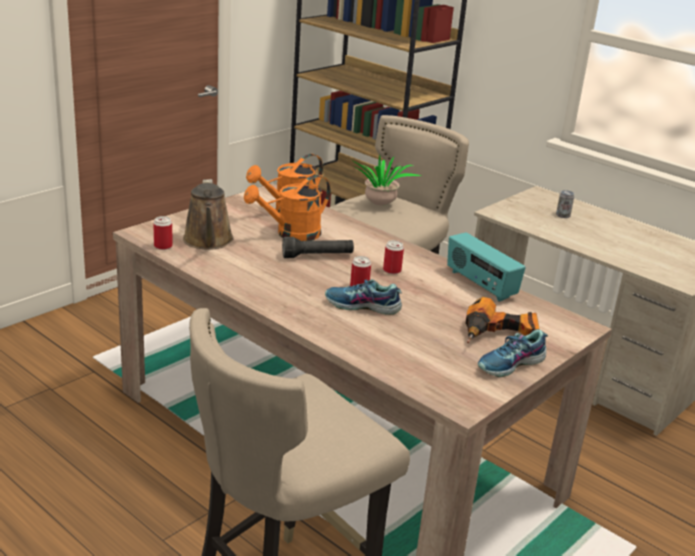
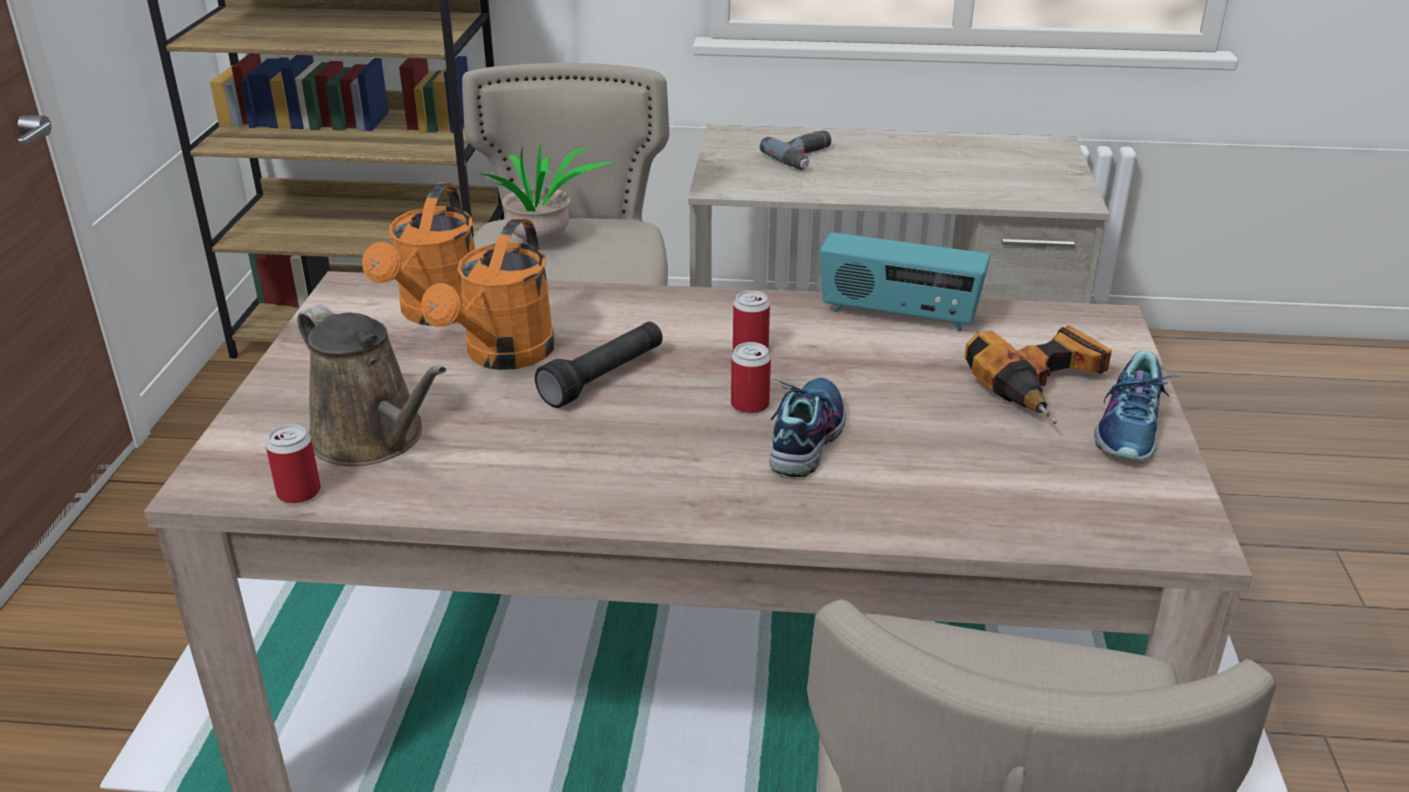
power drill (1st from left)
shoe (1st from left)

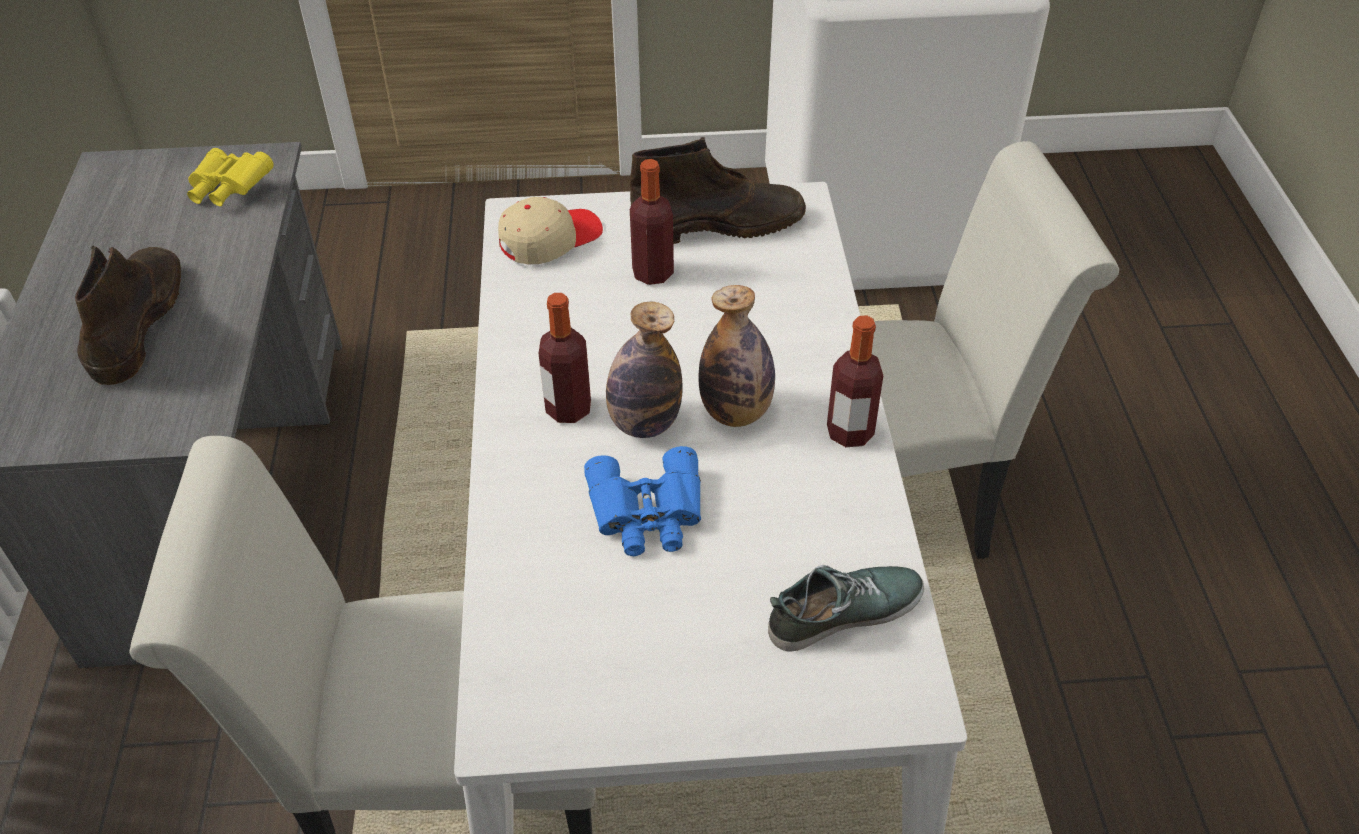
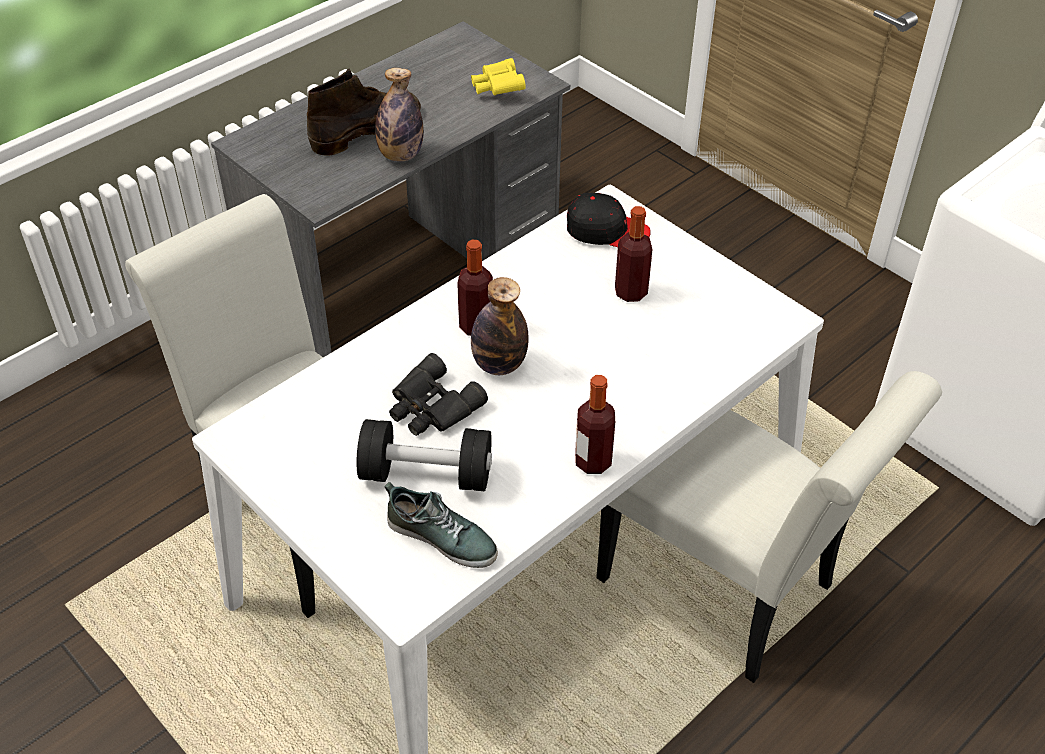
dumbbell in black
bottle (1st from left)
binoculars in black
cap in black
boot in brown (2nd from left in the first image)

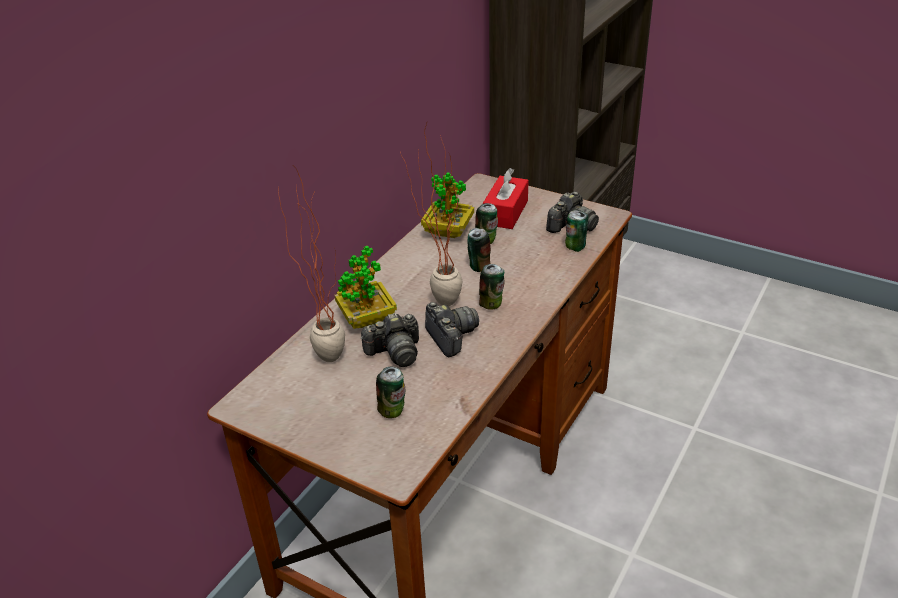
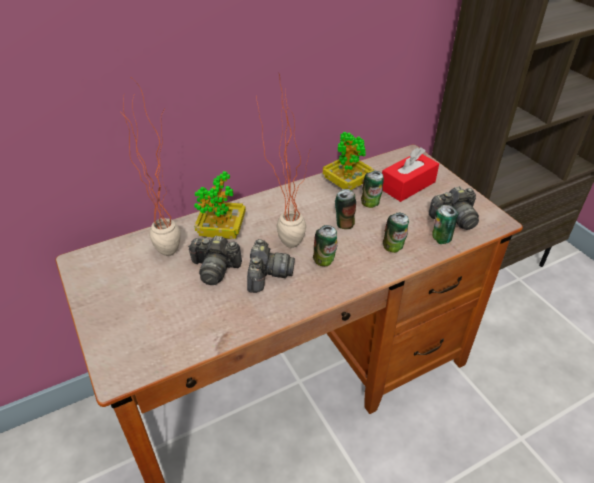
can (4th from left)

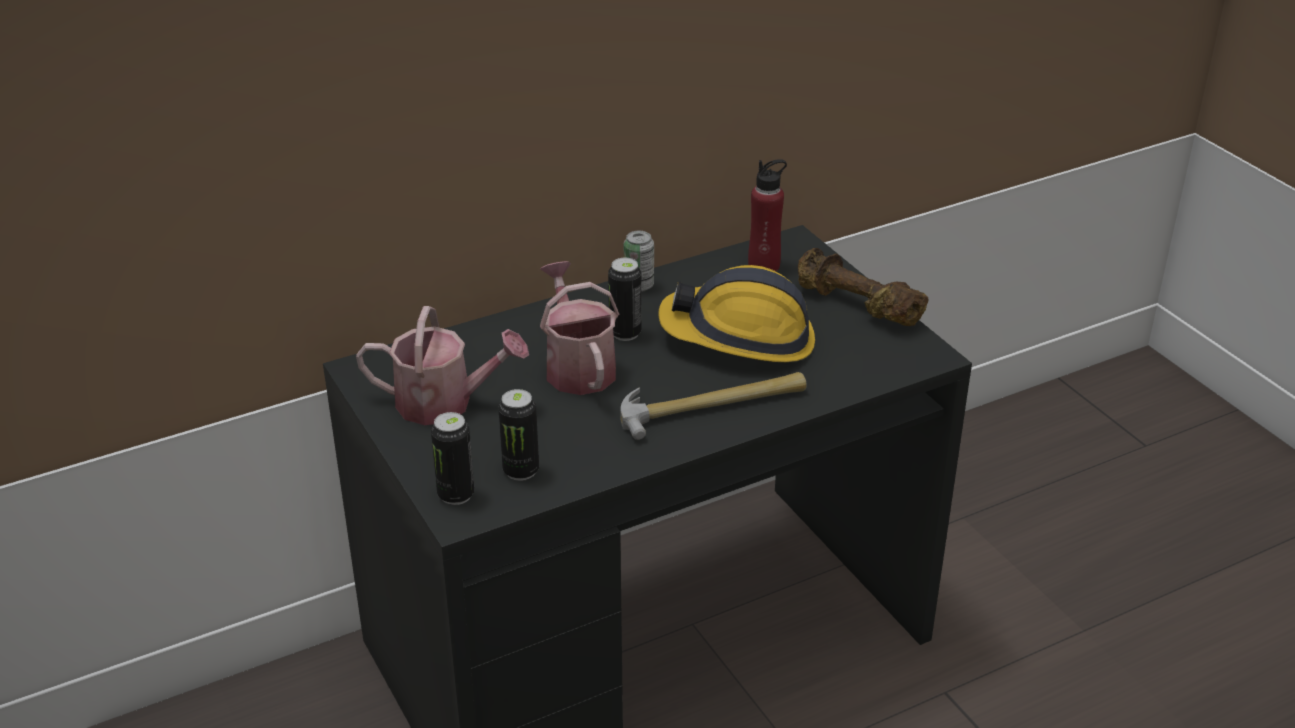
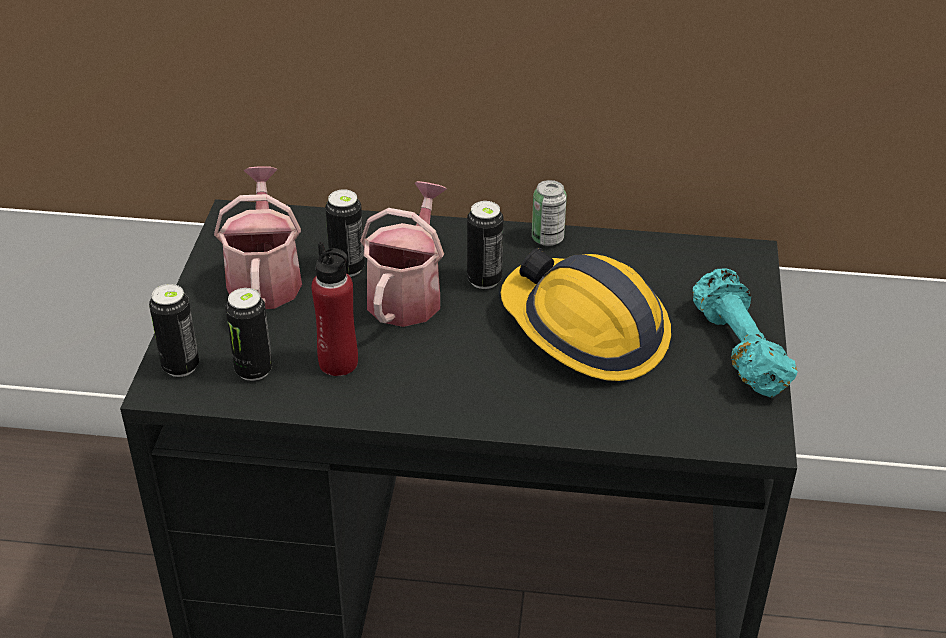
watering can (1st from left)
bottle in red
can (3rd from left)
dumbbell in turquoise
hammer

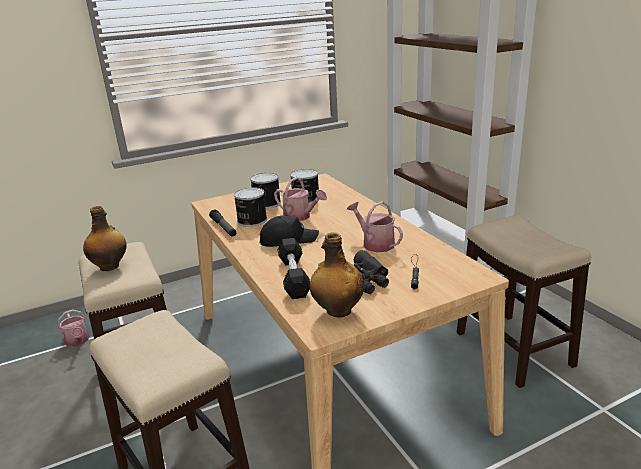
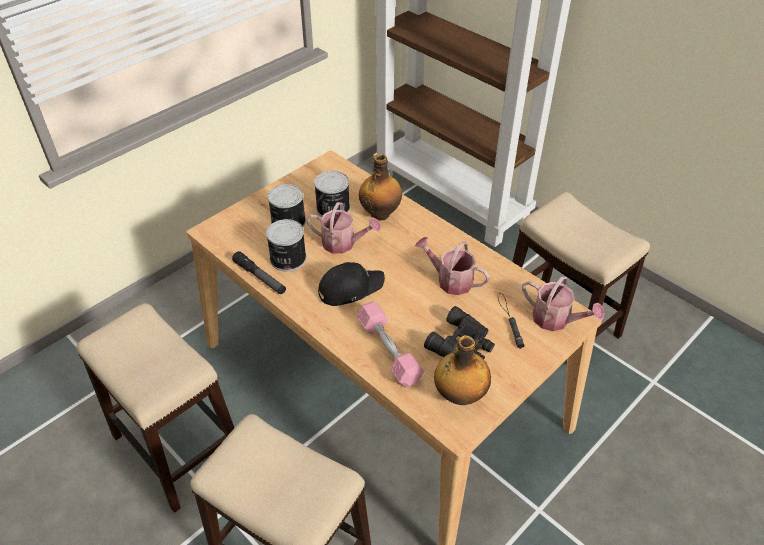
dumbbell in pink
bottle (1st from left)
watering can (3rd from left)

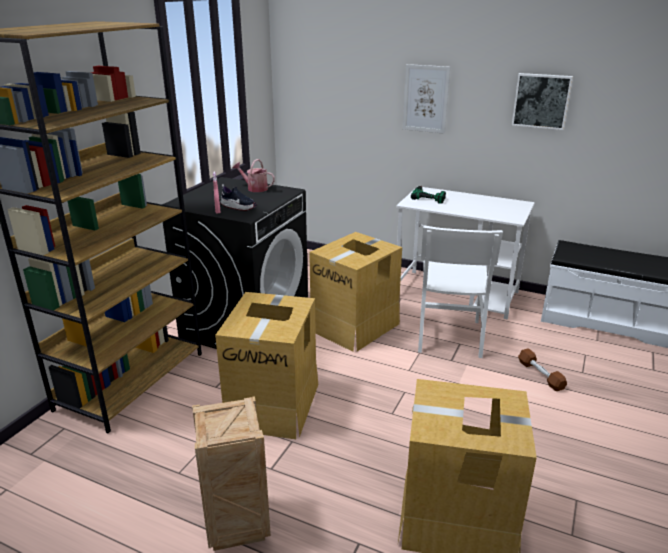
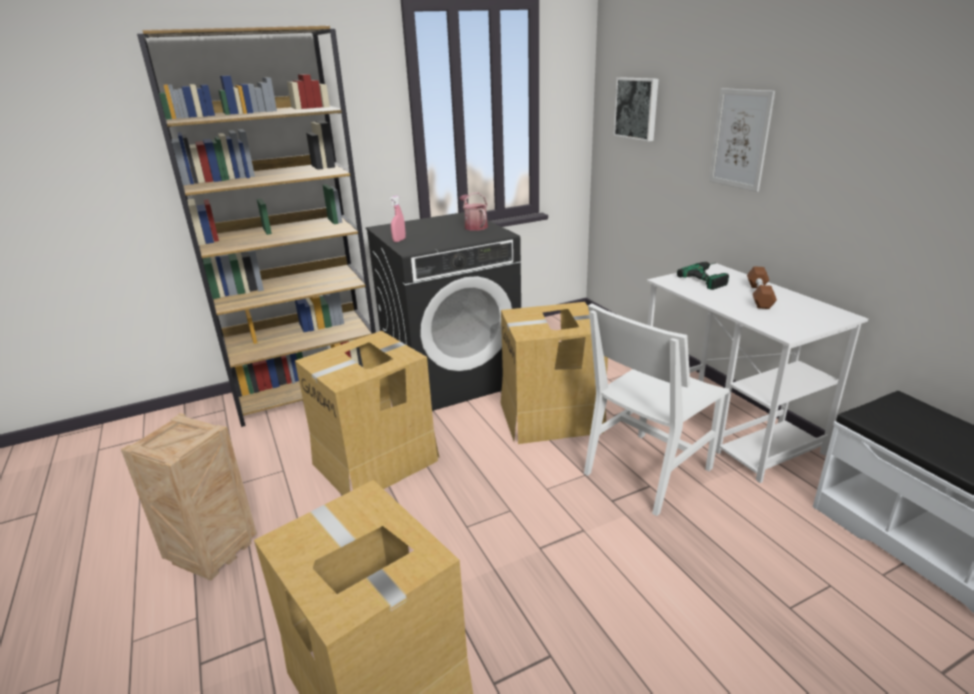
picture (1st from left)
dumbbell in brown
shoe

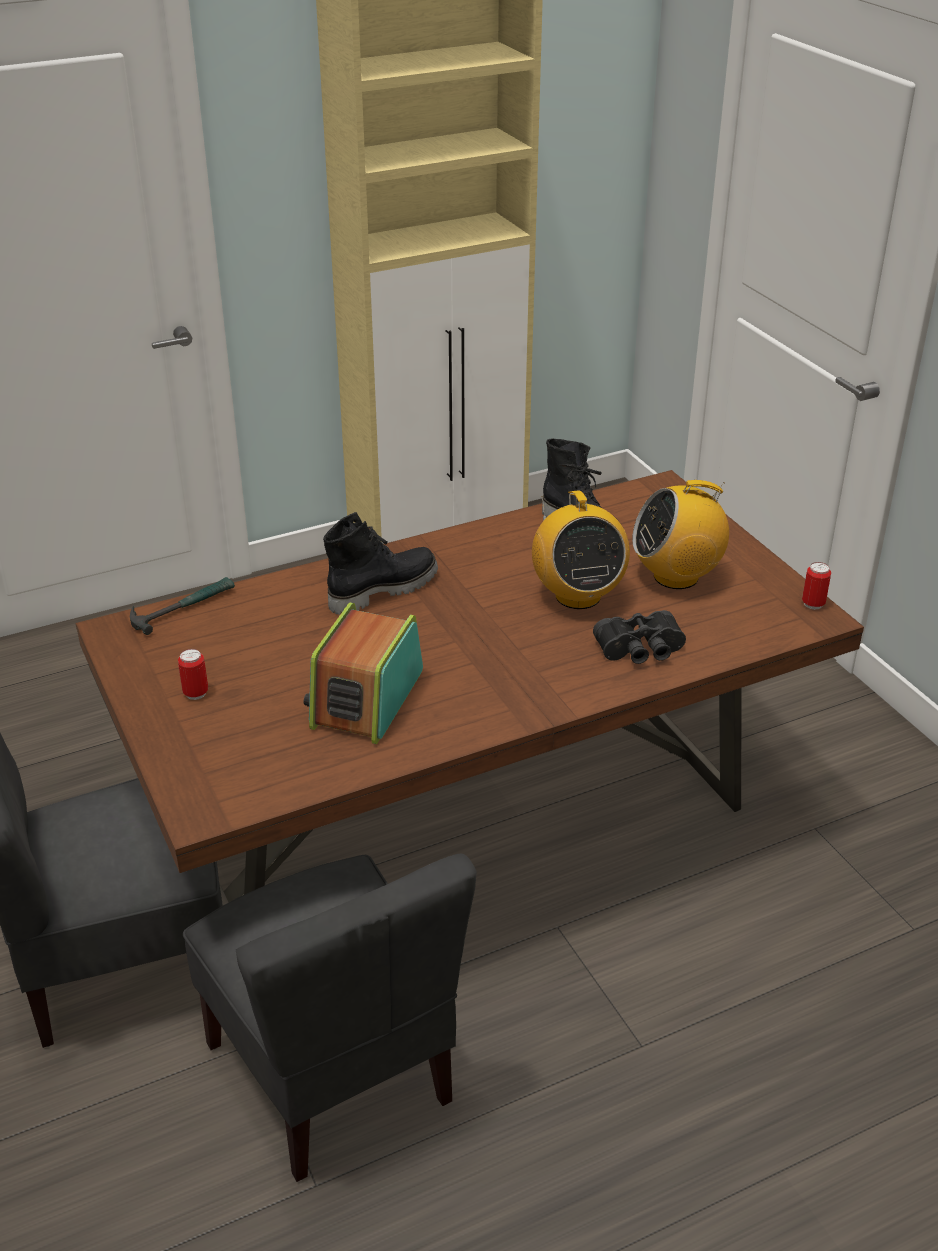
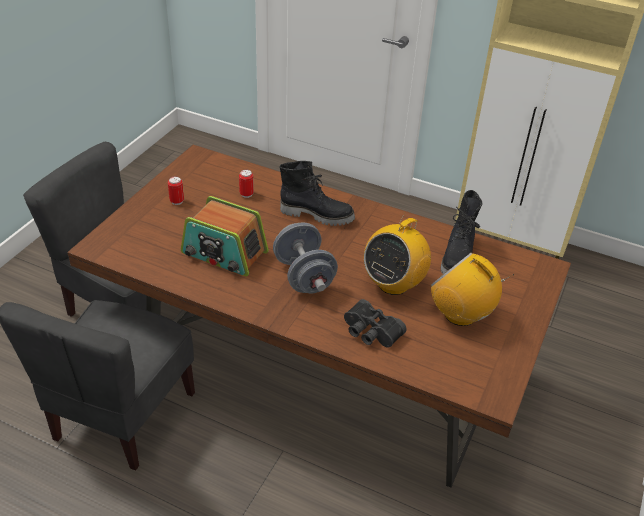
radio (1st from left)
can (2nd from left)
dumbbell in grey
hammer

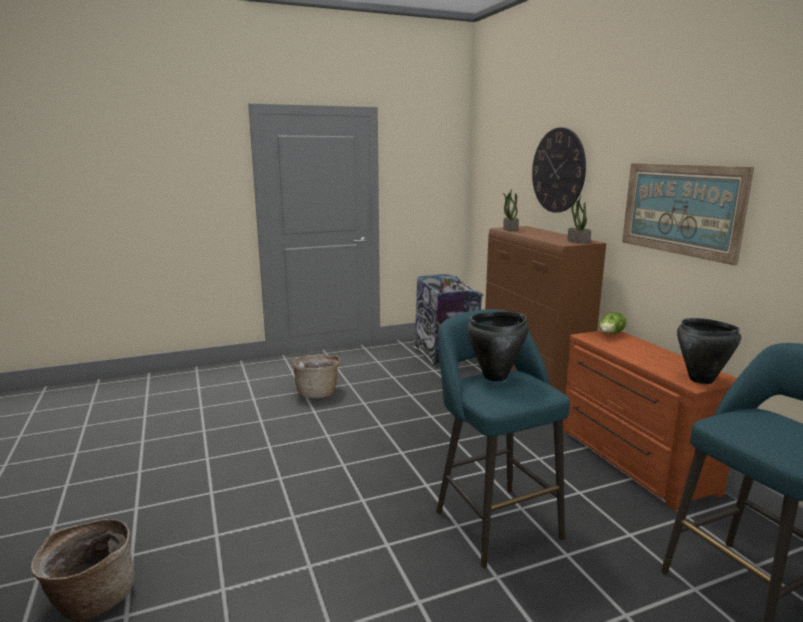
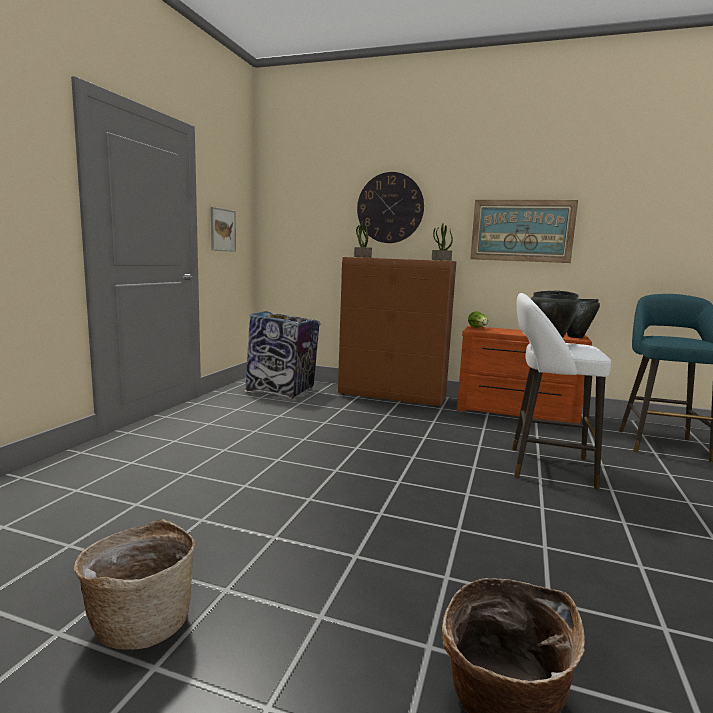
basket (1st from left)
picture (1st from left)
stool in white

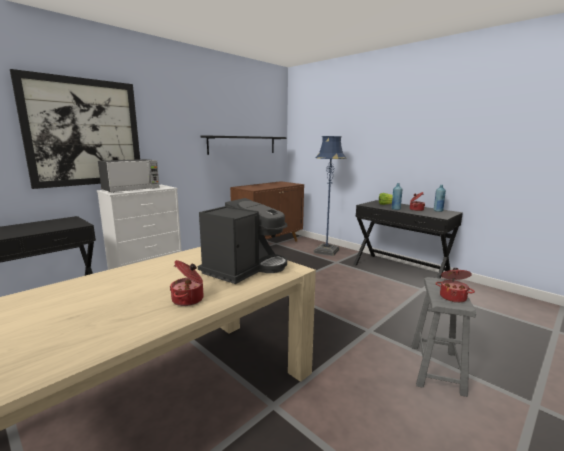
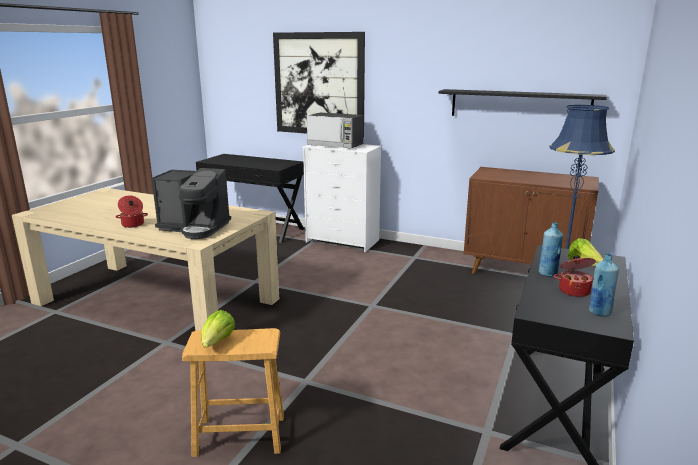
stool in brown
lettuce (1st from left)

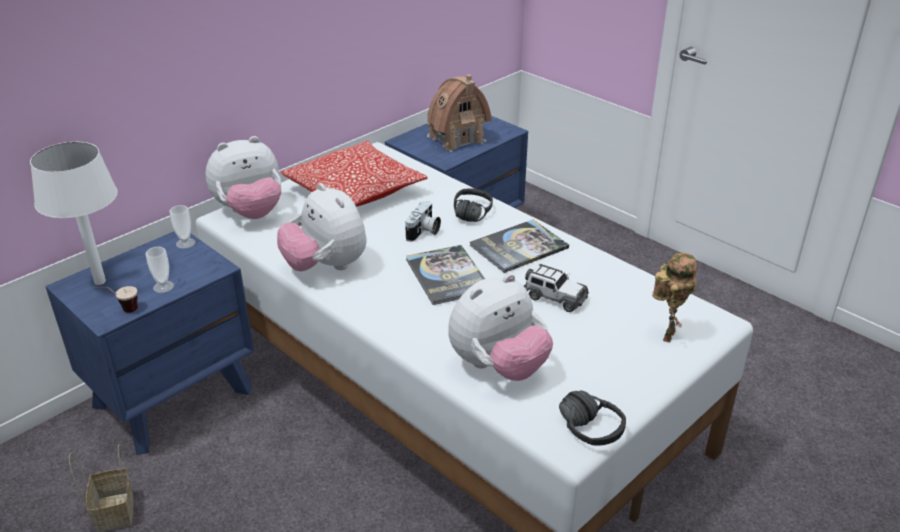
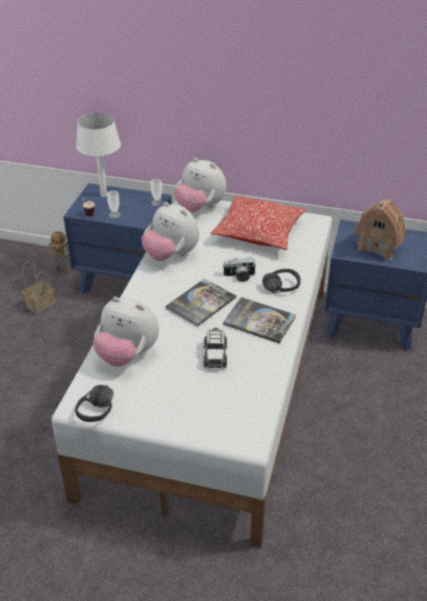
toy robot
plush toy (2nd from left)

